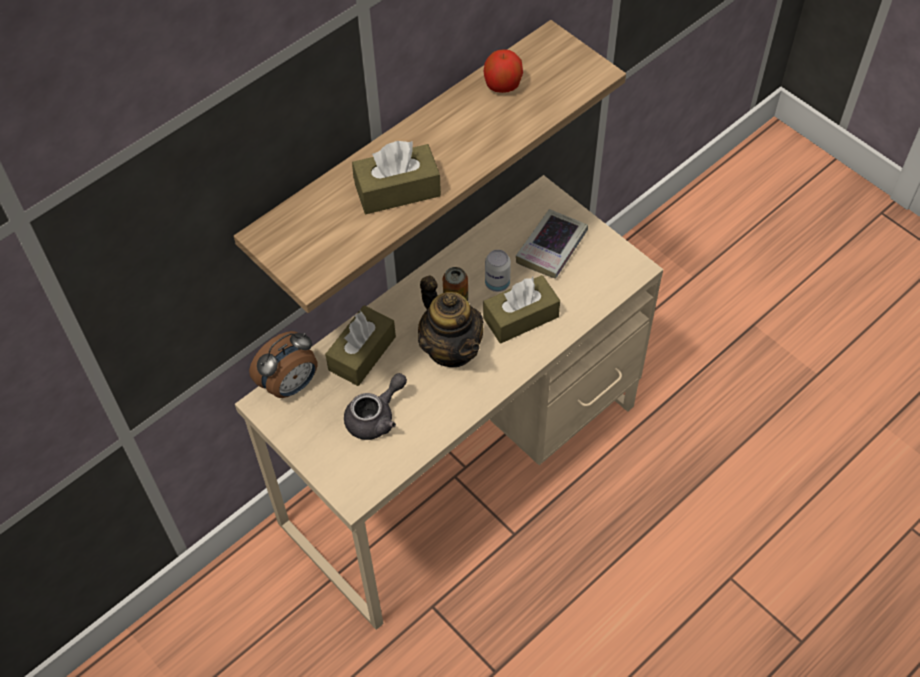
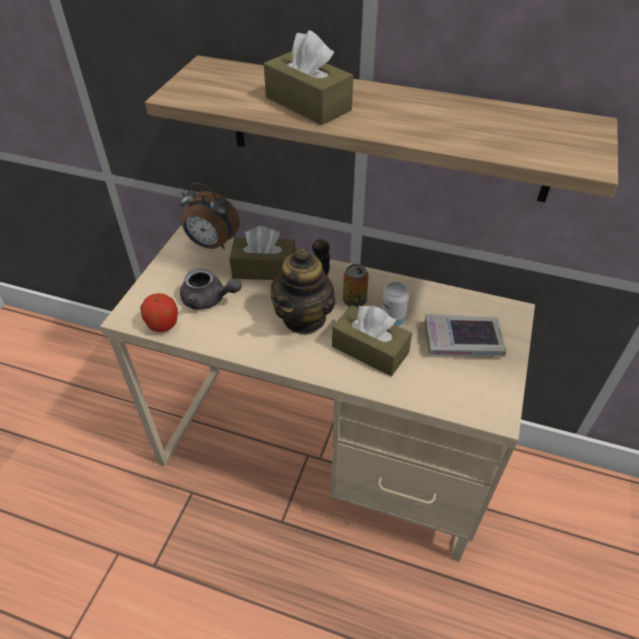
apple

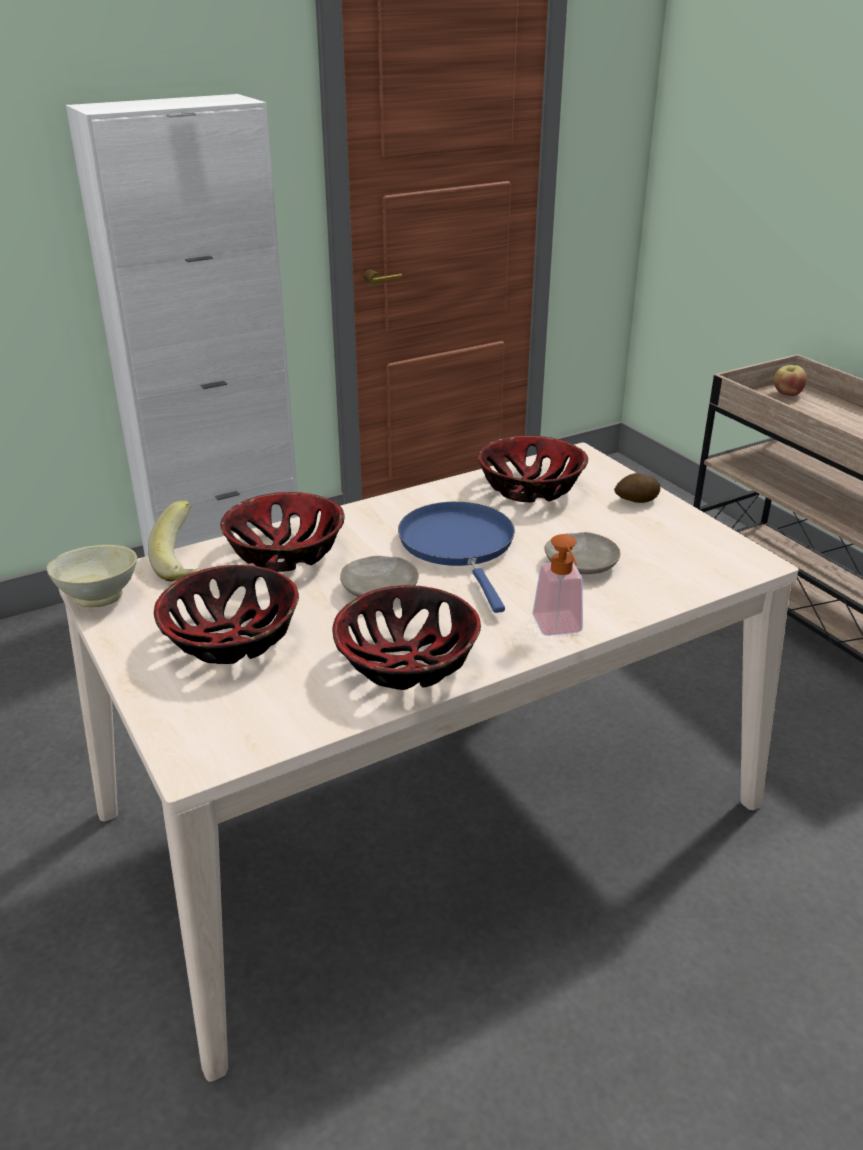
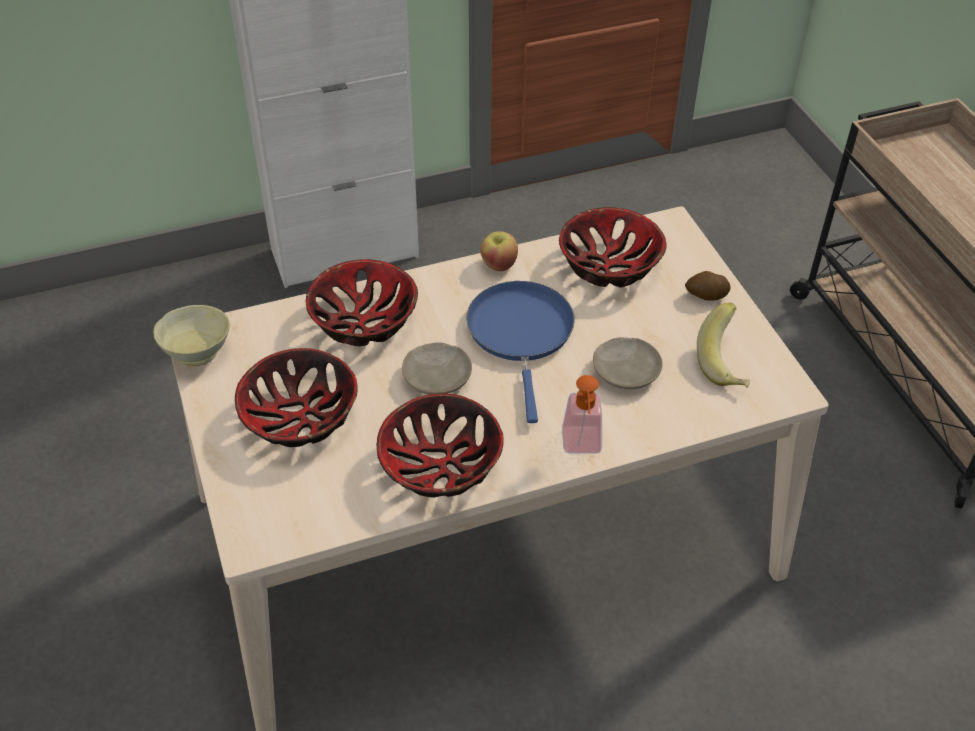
apple
banana

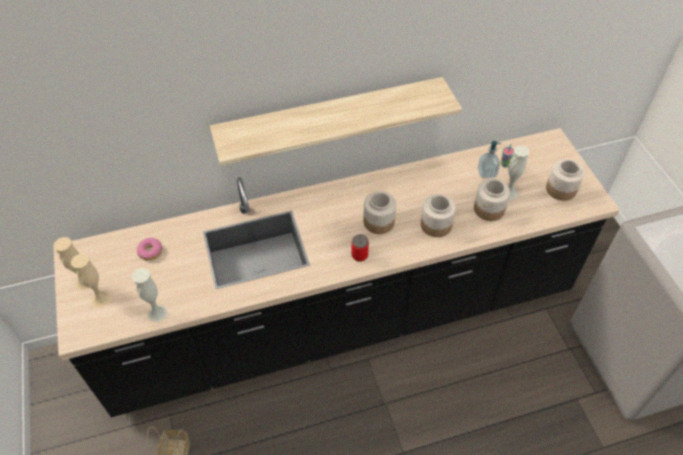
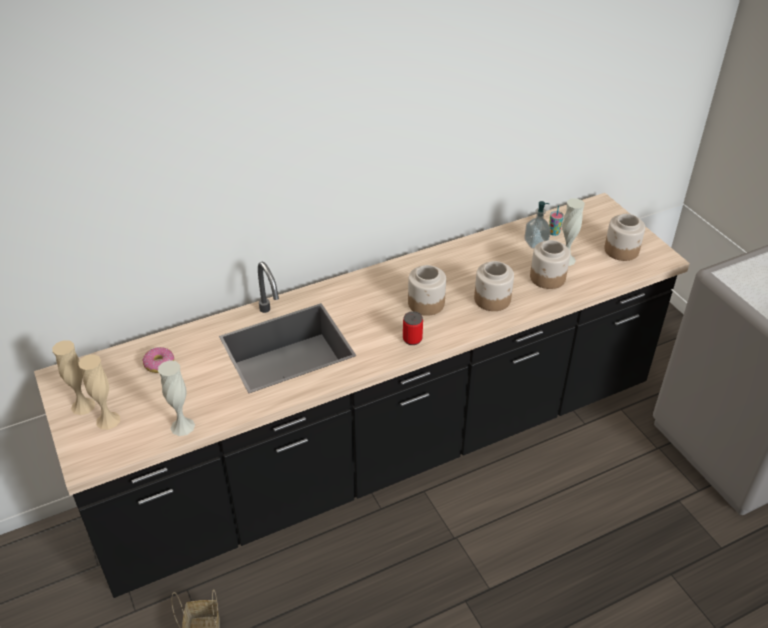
shelf

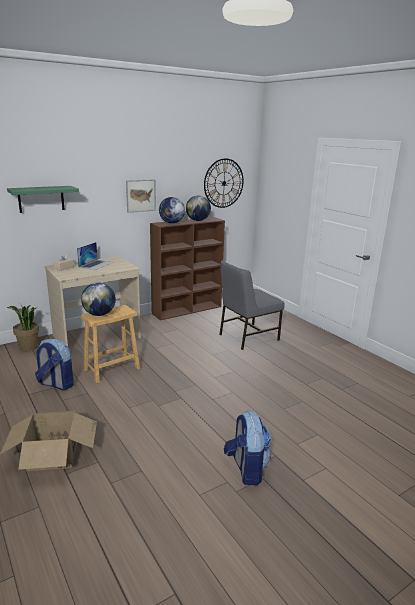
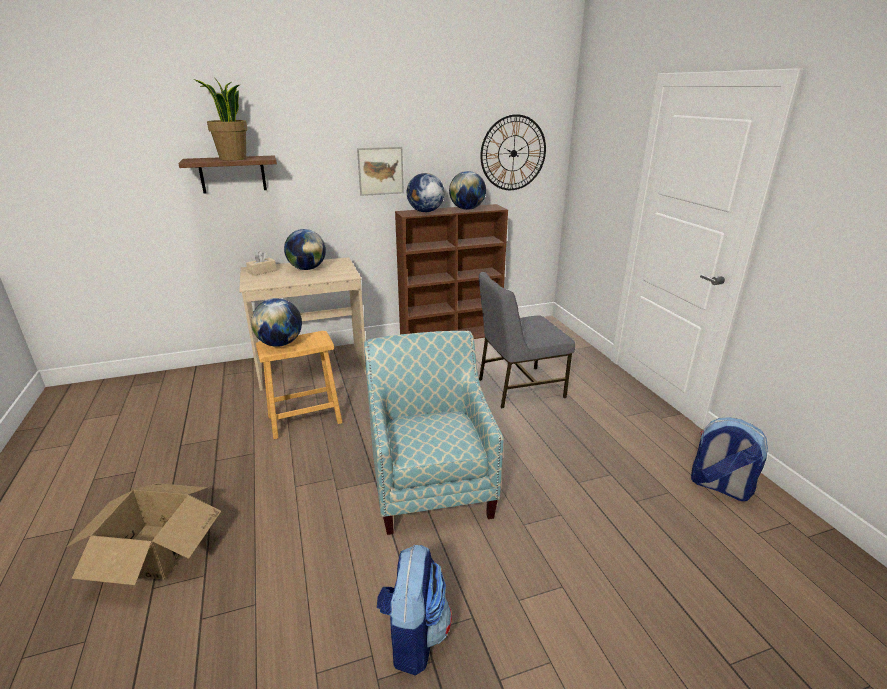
shelf in brown
potted plant
globe (2nd from left)
armchair
backpack (2nd from left)

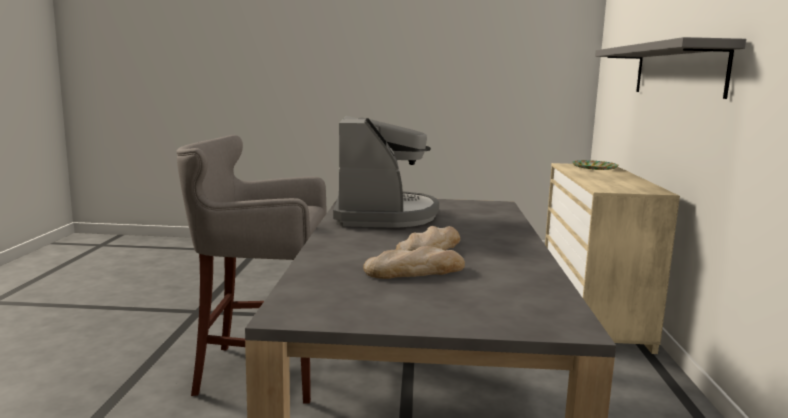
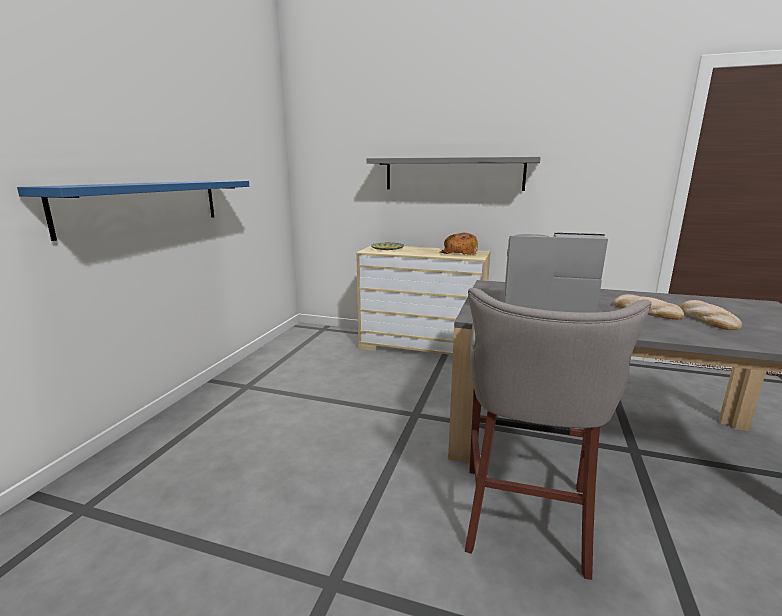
shelf in blue
bread (1st from left)

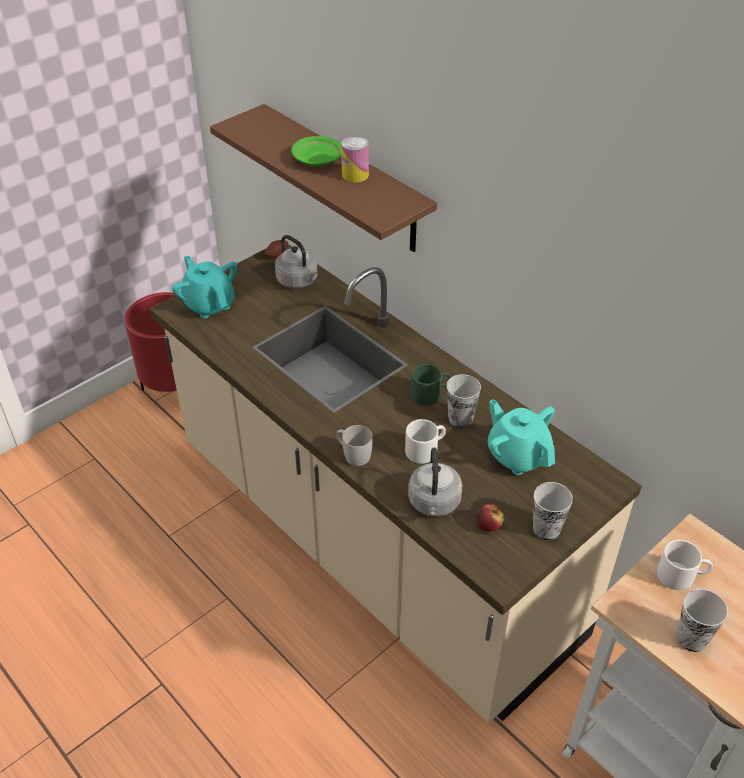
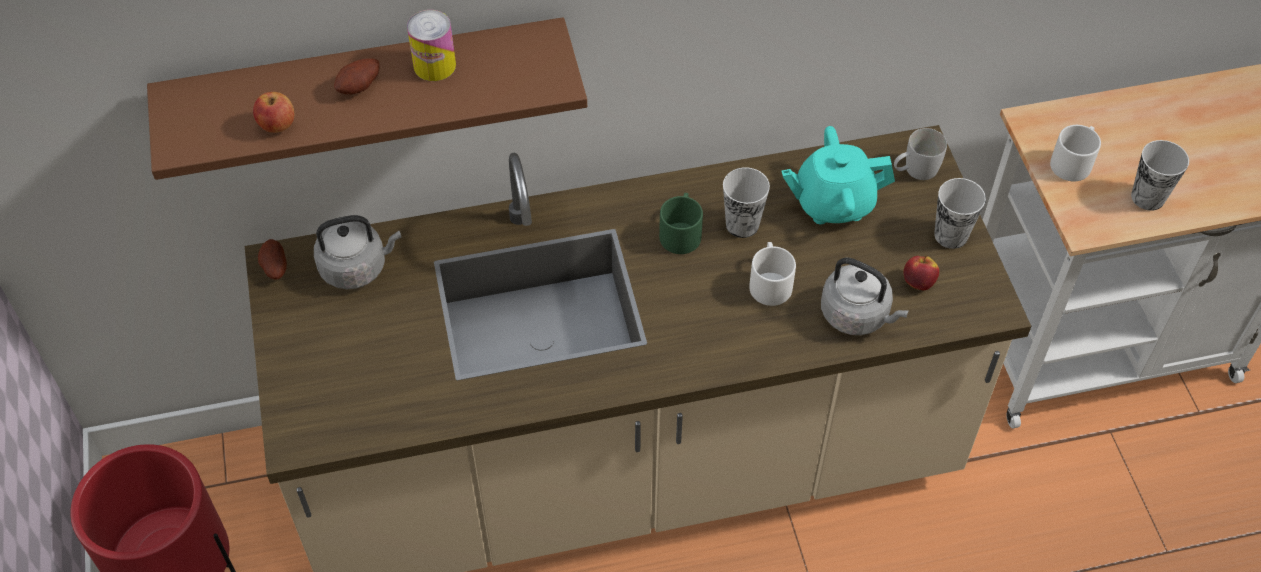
apple (1st from left)
potato (2nd from left)
mug in white (2nd from left)
teapot in turquoise (1st from left in the first image)

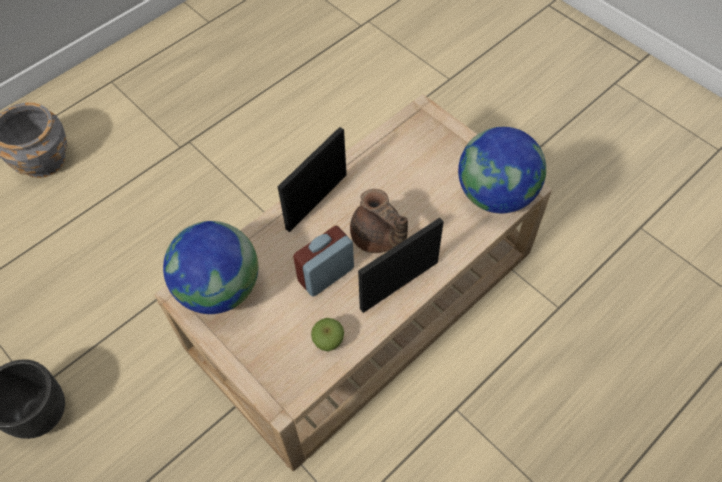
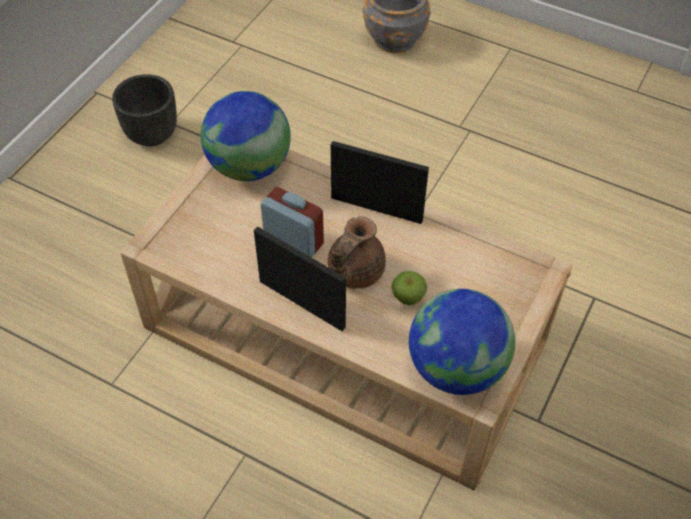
apple

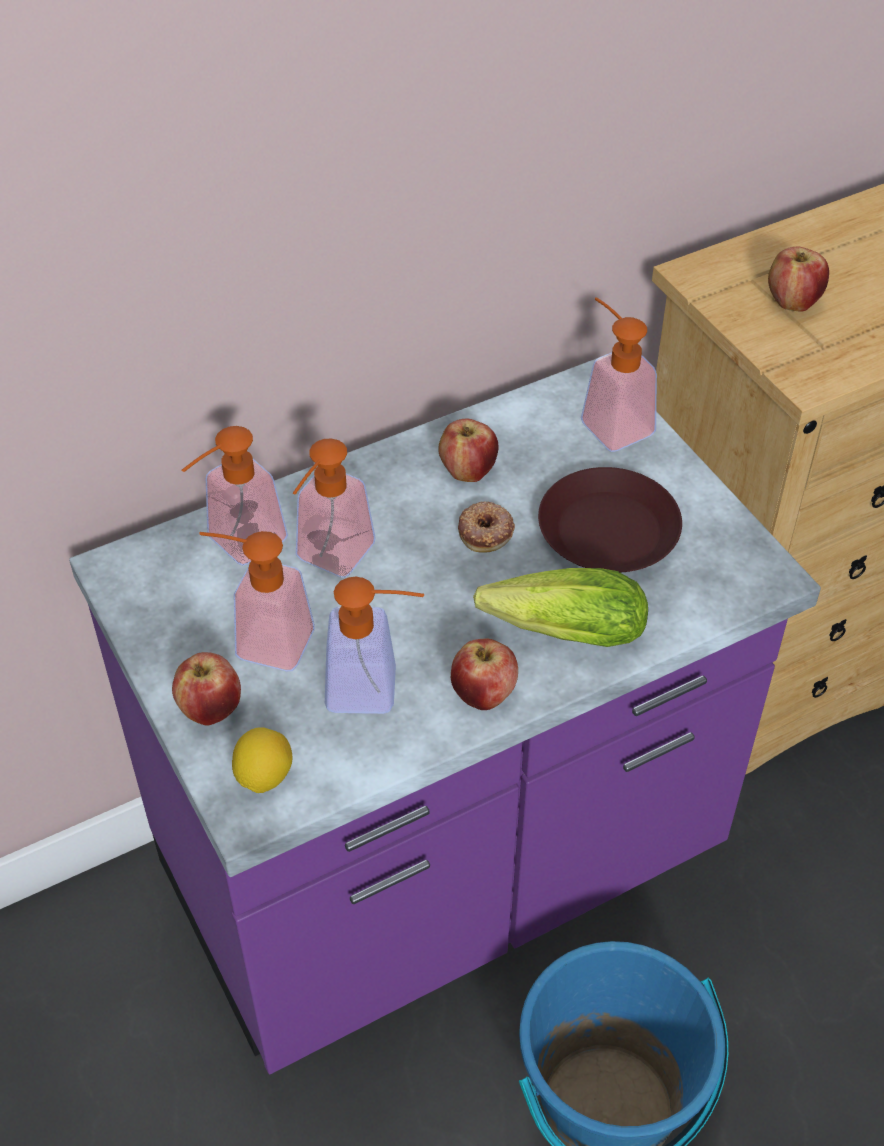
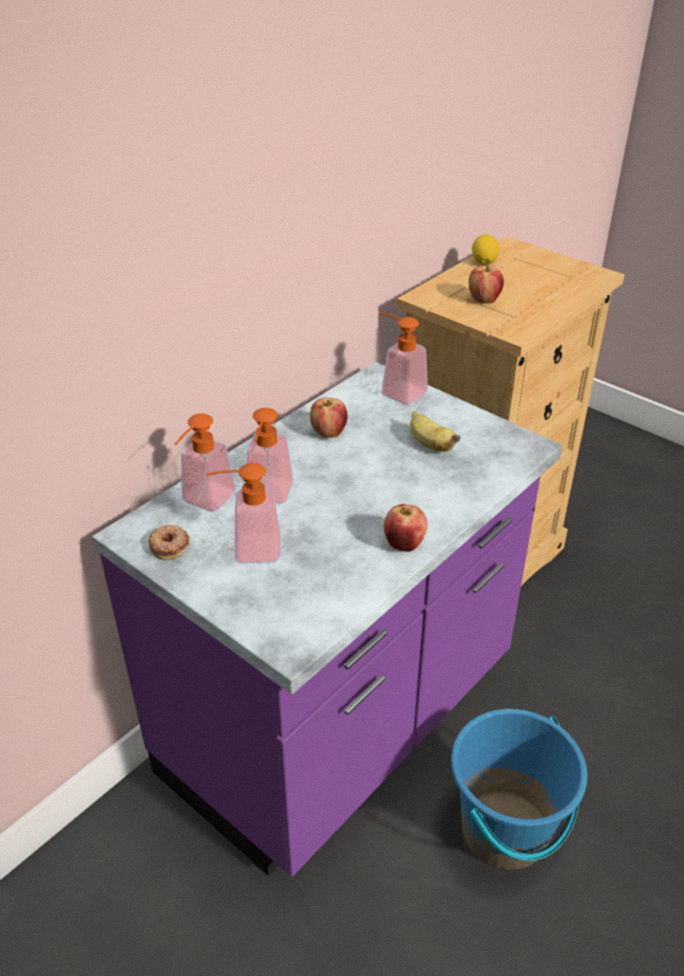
donut
banana
lemon
apple (1st from left in the first image)
soap dispenser (4th from left in the first image)
lettuce

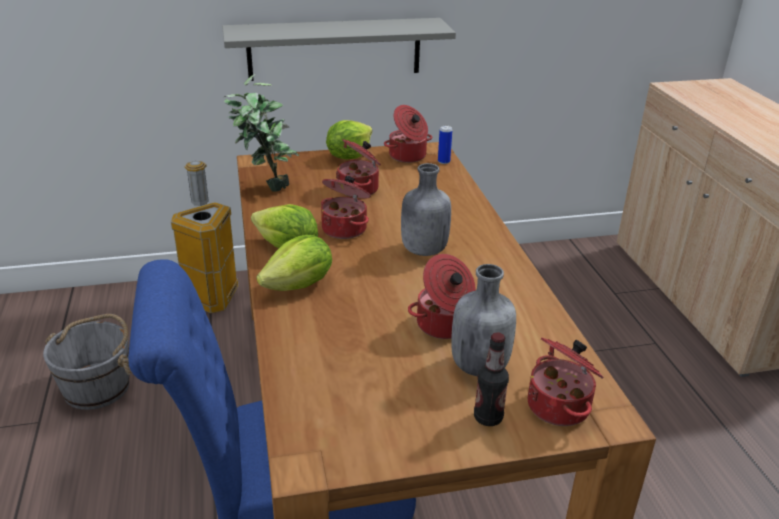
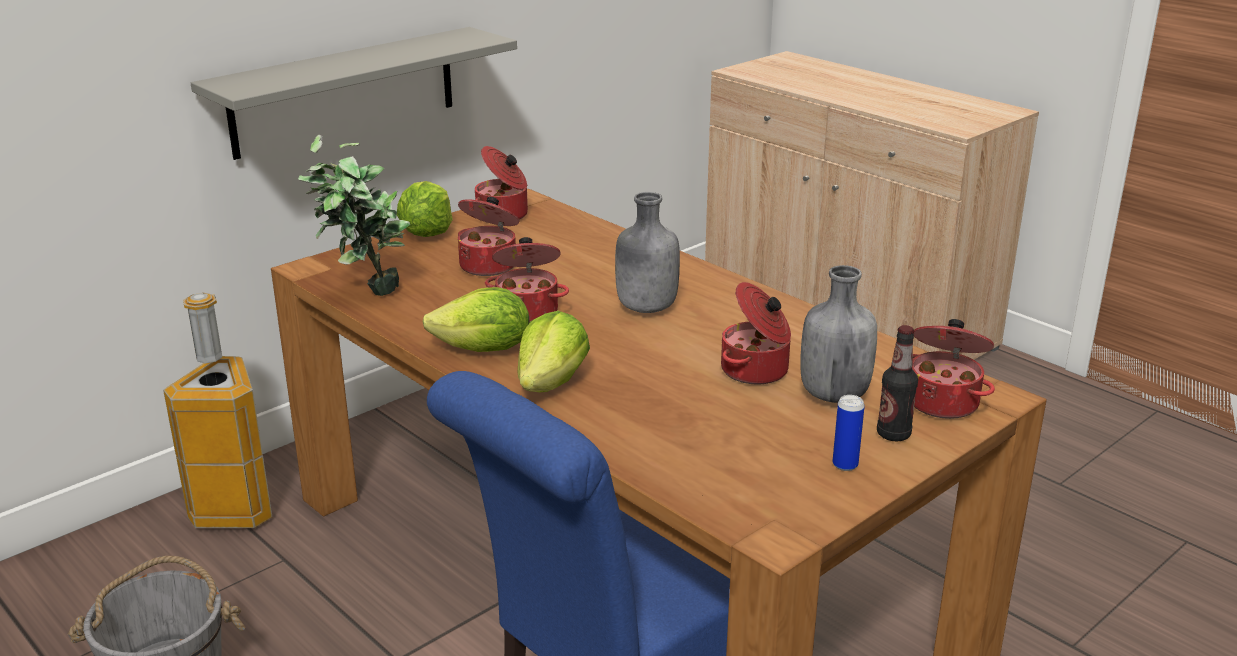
can

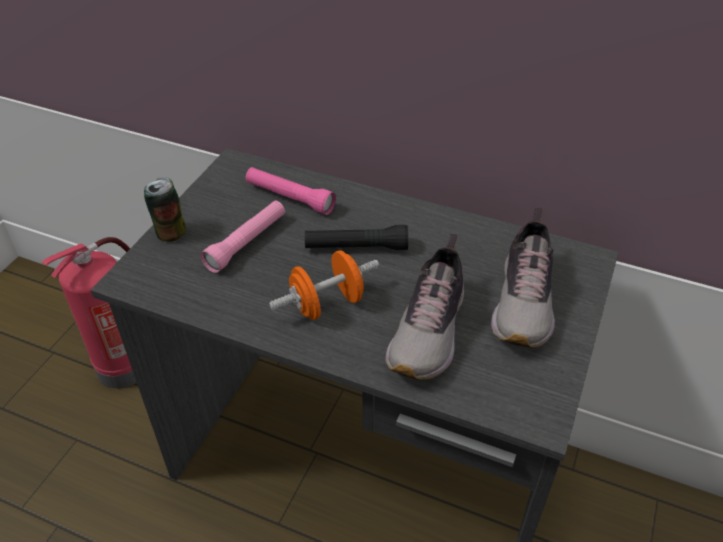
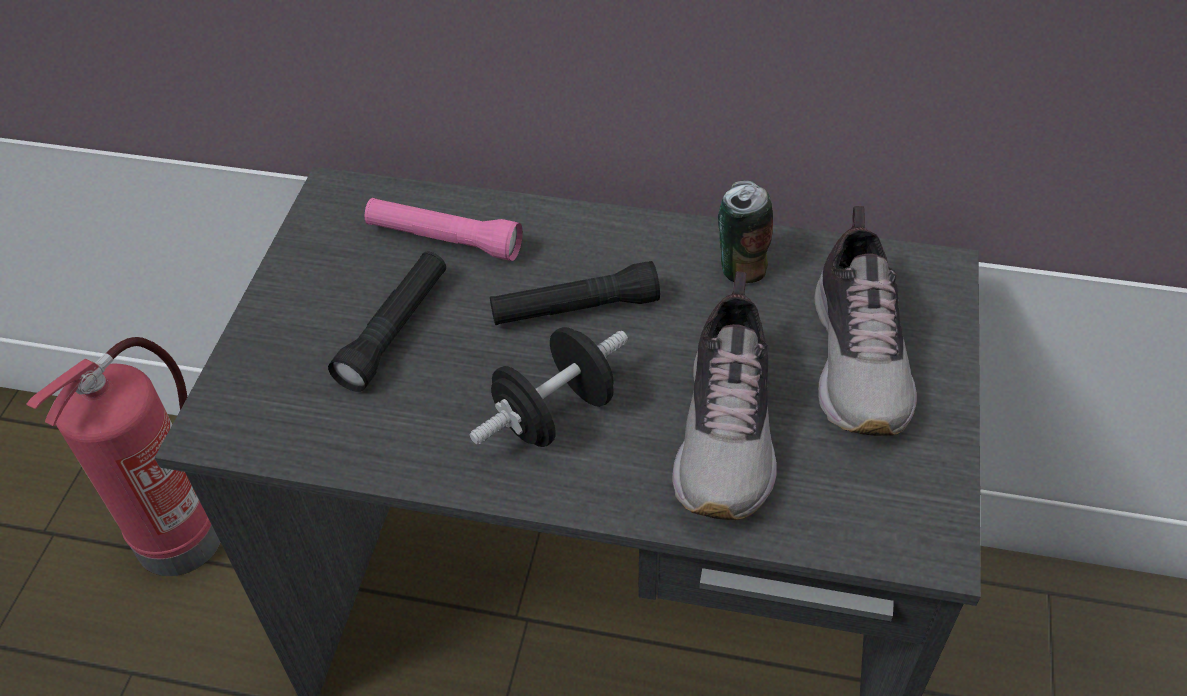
flashlight in black (1st from left)
dumbbell in black
can

